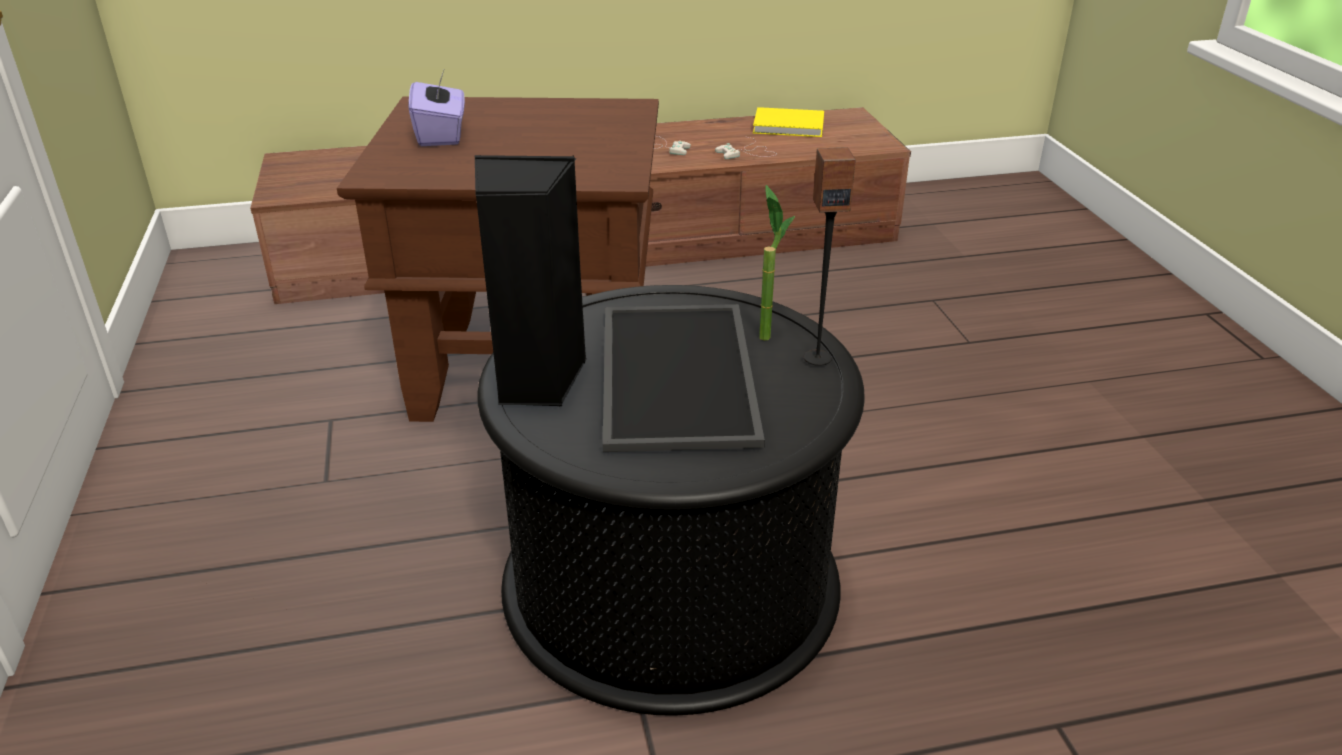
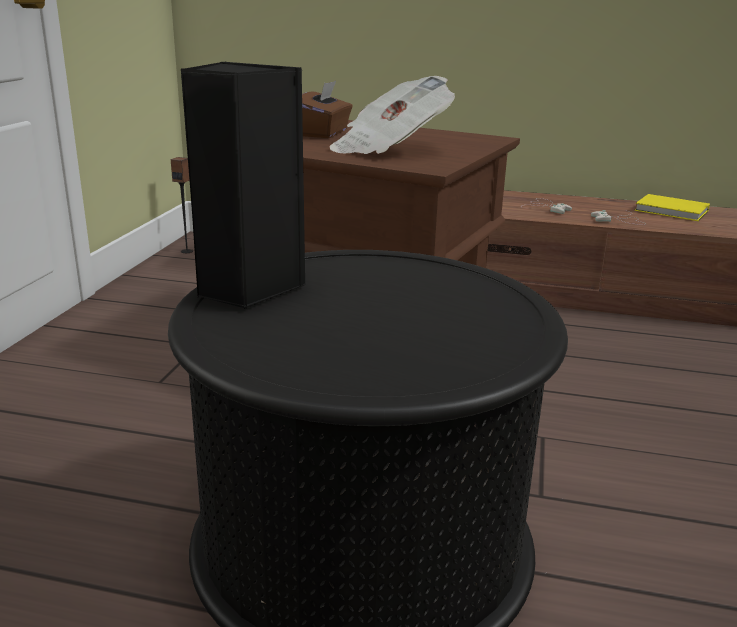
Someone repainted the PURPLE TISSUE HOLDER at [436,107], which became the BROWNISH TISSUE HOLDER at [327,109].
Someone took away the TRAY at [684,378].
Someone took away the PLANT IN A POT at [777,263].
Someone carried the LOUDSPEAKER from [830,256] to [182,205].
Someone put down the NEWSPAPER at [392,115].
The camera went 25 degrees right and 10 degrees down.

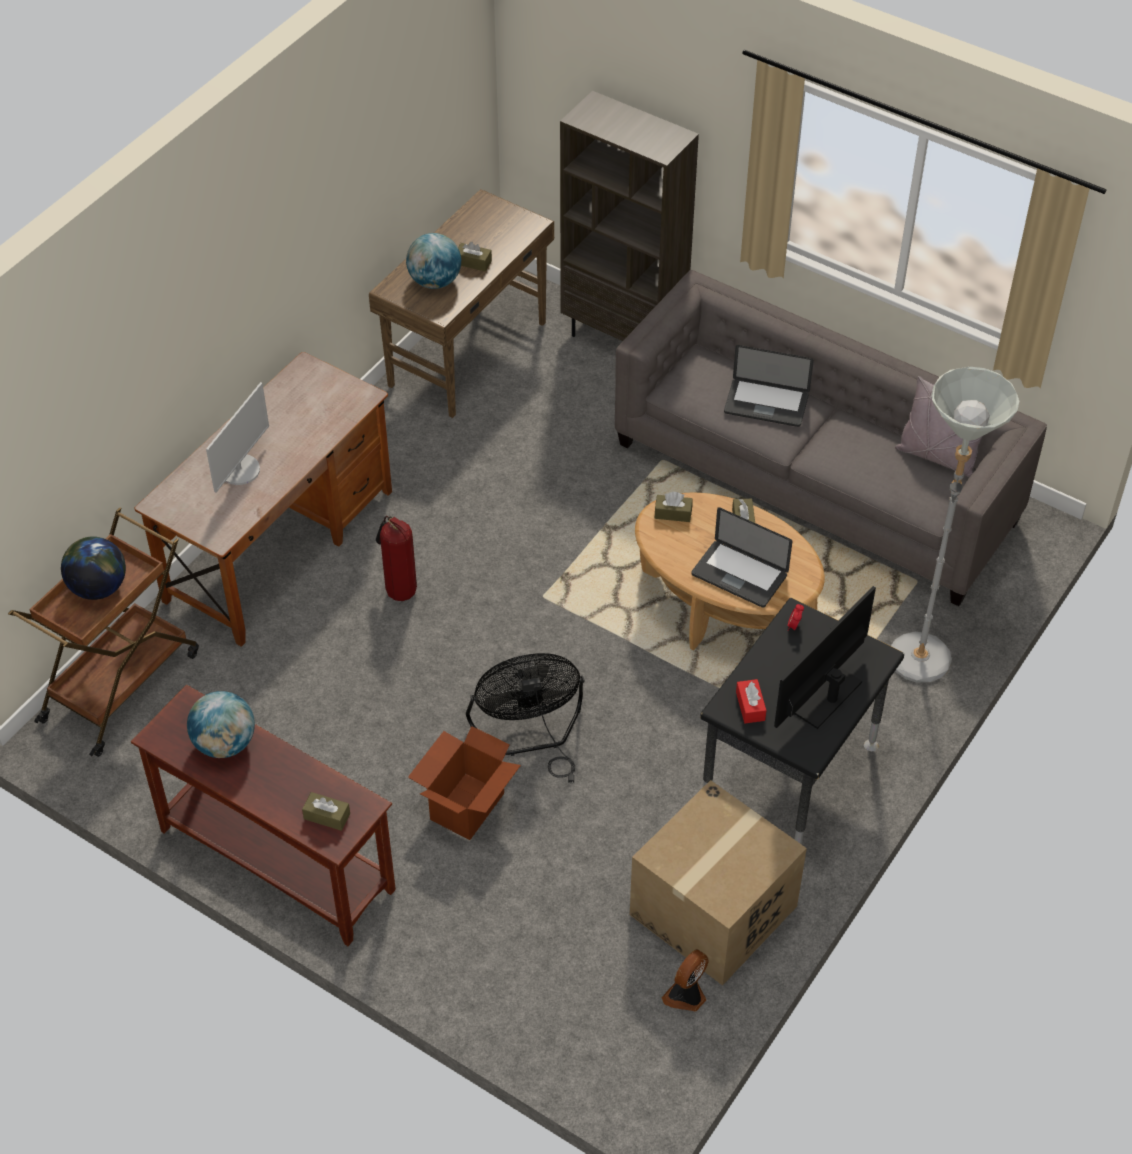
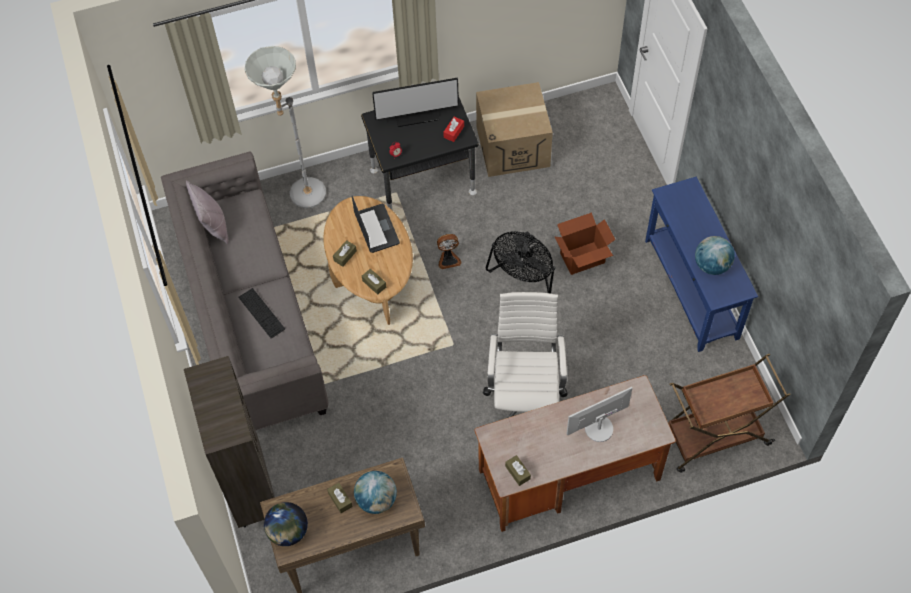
Someone carried the GLOBE from [93,568] to [286,524].
Someone repainted the BROWNISH CONSOLE TABLE at [263,815], which became the BLUE CONSOLE TABLE at [701,264].
Someone carried the BROWNISH TISSUE HOLDER from [326,811] to [518,470].
Someone swapped the FIRE EXTINGUISHER at [396,558] for the WHITISH OFFICE CHAIR at [525,355].
Someone carried the FAN from [685,980] to [449,251].
Someone swapped the PORTABLE COMPUTER at [769,386] for the COMPUTER KEYBOARD at [261,313].
The camera went 140 degrees left and 10 degrees up.

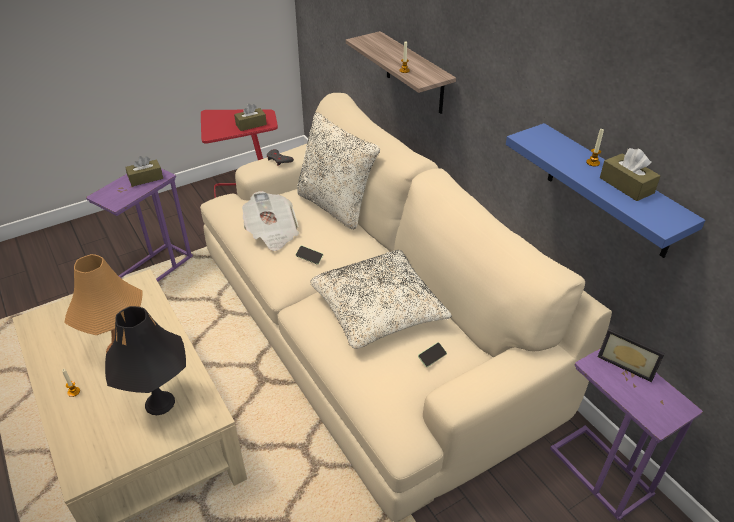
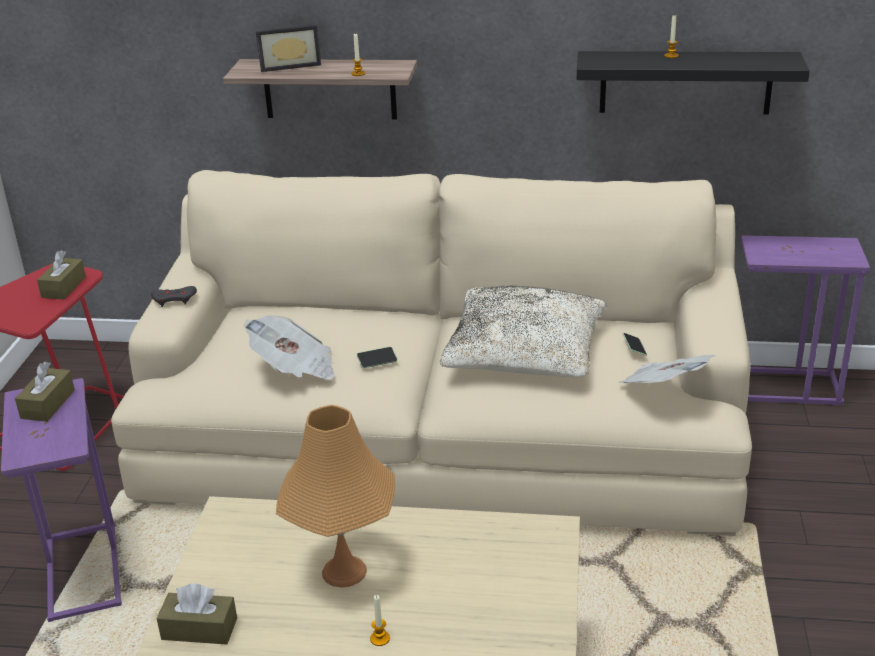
Someone took away the BLACK-COLOURED TABLETOP LAMP at [145,360].
Someone took away the SAND-COLOURED PILLOW at [338,171].
Someone repainted the BLUE WALL SHELF at [605,190], which became the BLACK-COLOURED WALL SHELF at [693,83].
Someone carried the PICTURE FRAME from [631,355] to [288,48].
Someone carried the BROWNISH TISSUE HOLDER from [630,174] to [196,614].
Someone put down the NEWSPAPER at [667,369].
The camera went 50 degrees left and 10 degrees down.

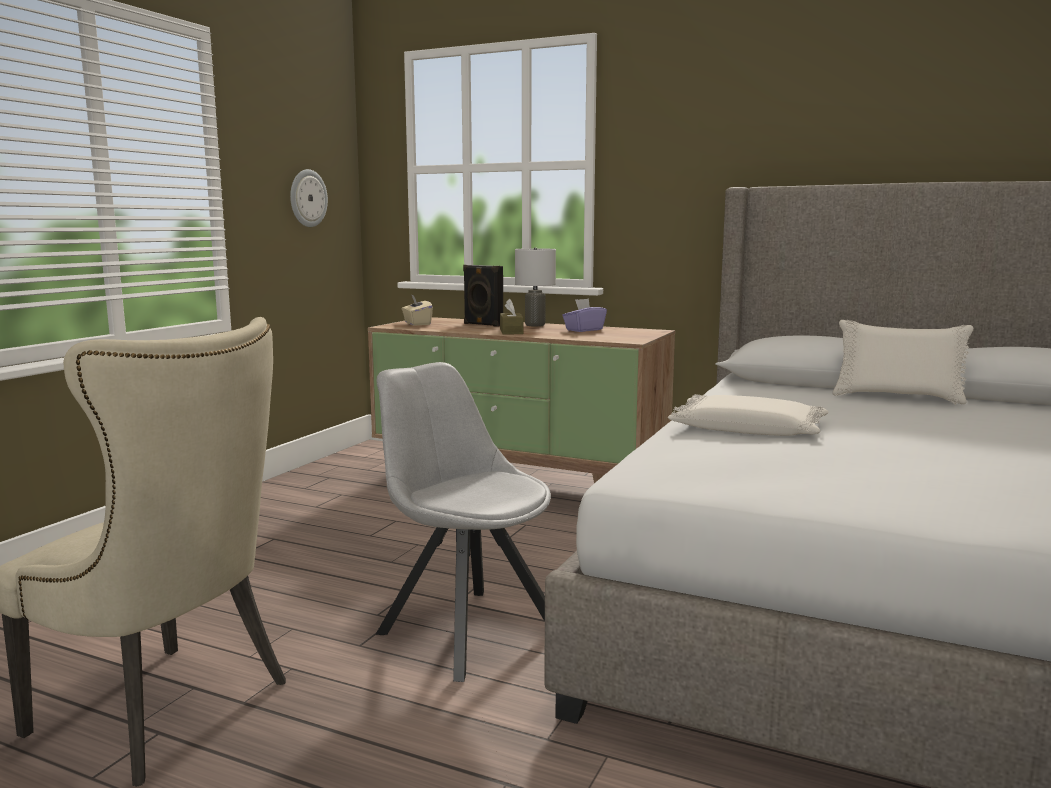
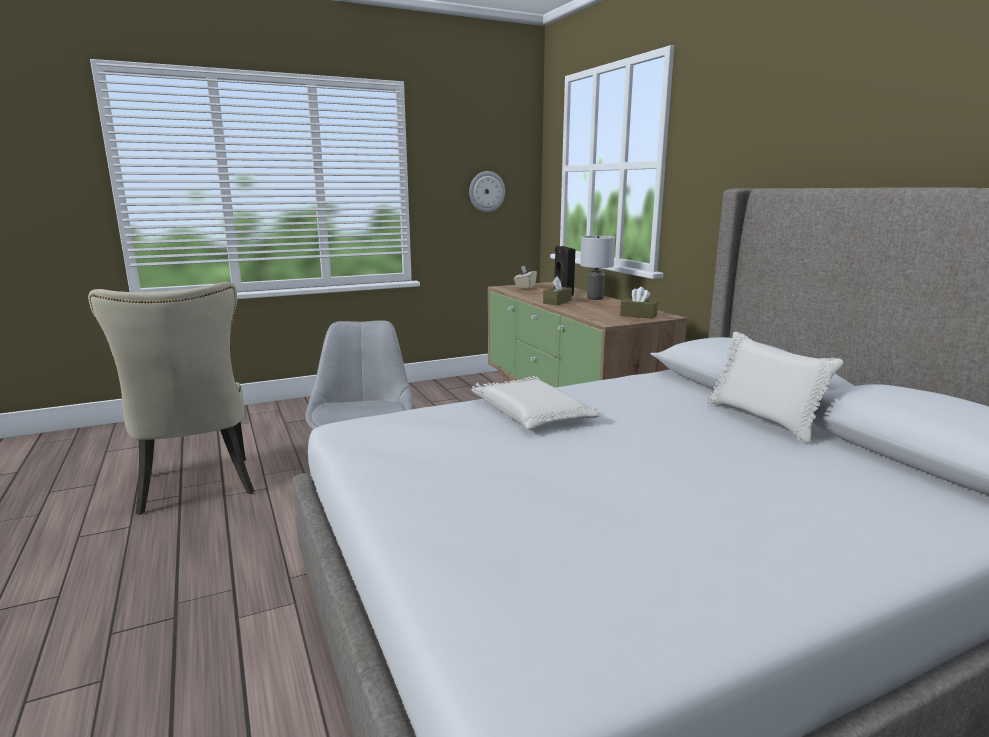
Someone took away the PURPLE TISSUE HOLDER at [584,315].
Someone put down the BROWNISH TISSUE HOLDER at [639,303].
The camera went 40 degrees right and 5 degrees up.

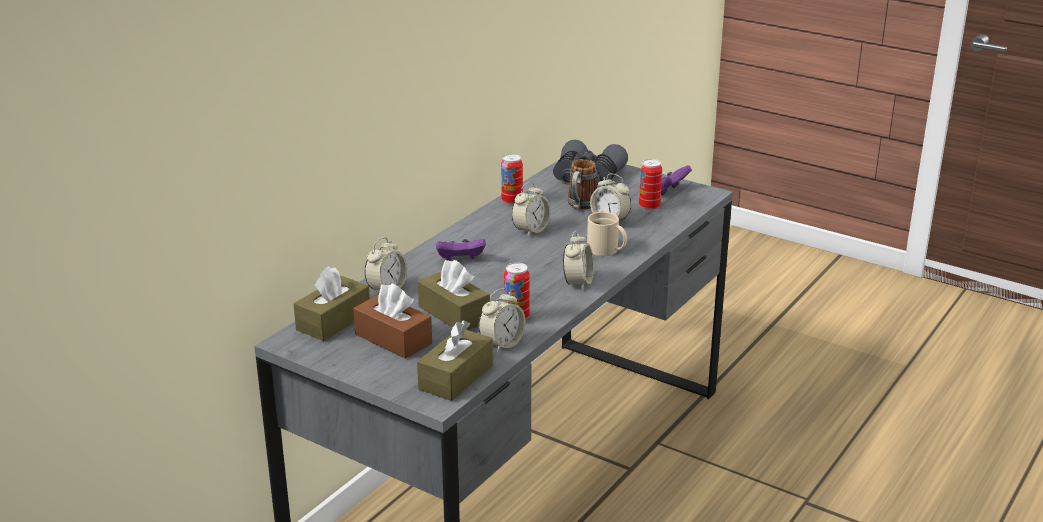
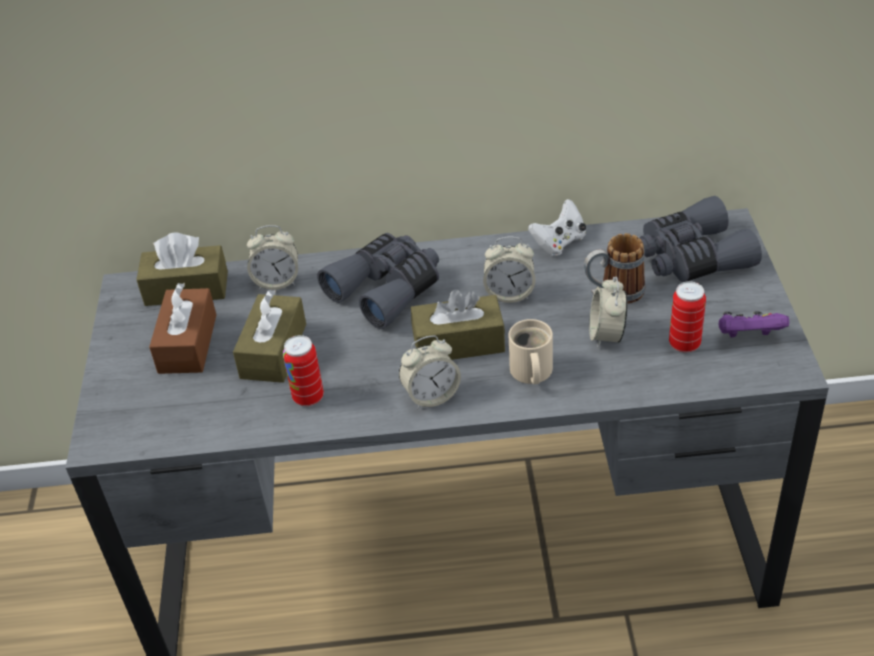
Someone carried the BROWNISH TISSUE HOLDER from [455,360] to [458,324].
Someone swapped the PURPLE GAME CONTROLLER at [461,249] for the GREY BINOCULARS at [378,281].
Someone took away the TABLE CLOCK at [502,320].
Someone swapped the METAL CAN at [512,179] for the WHITISH GAME CONTROLLER at [557,227].
The camera went 55 degrees right and 15 degrees up.

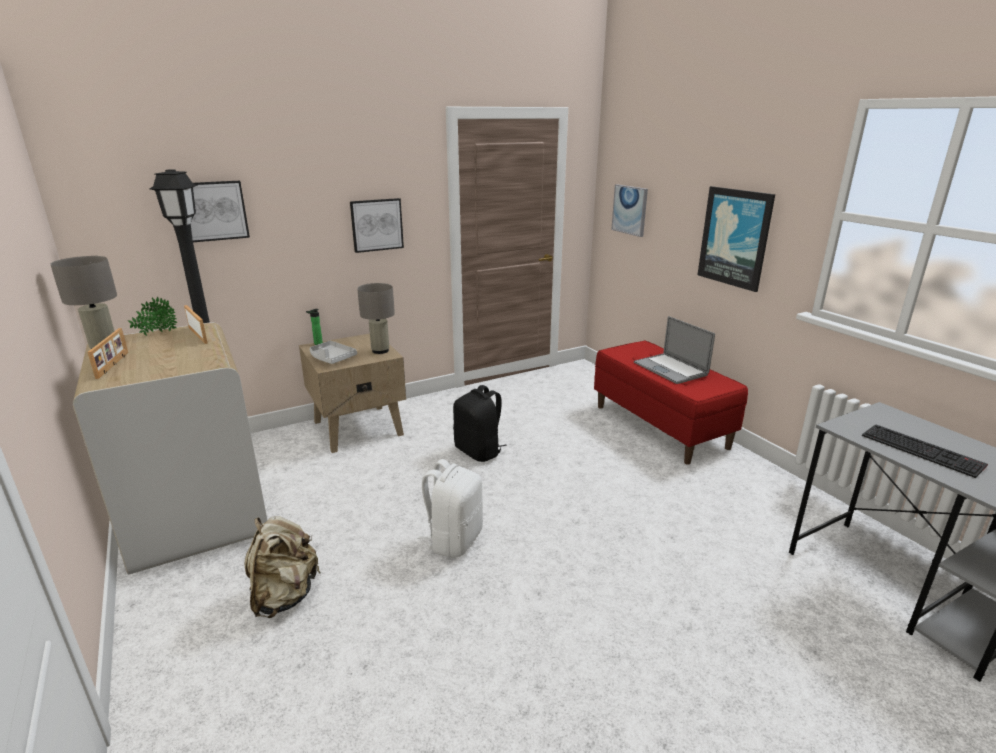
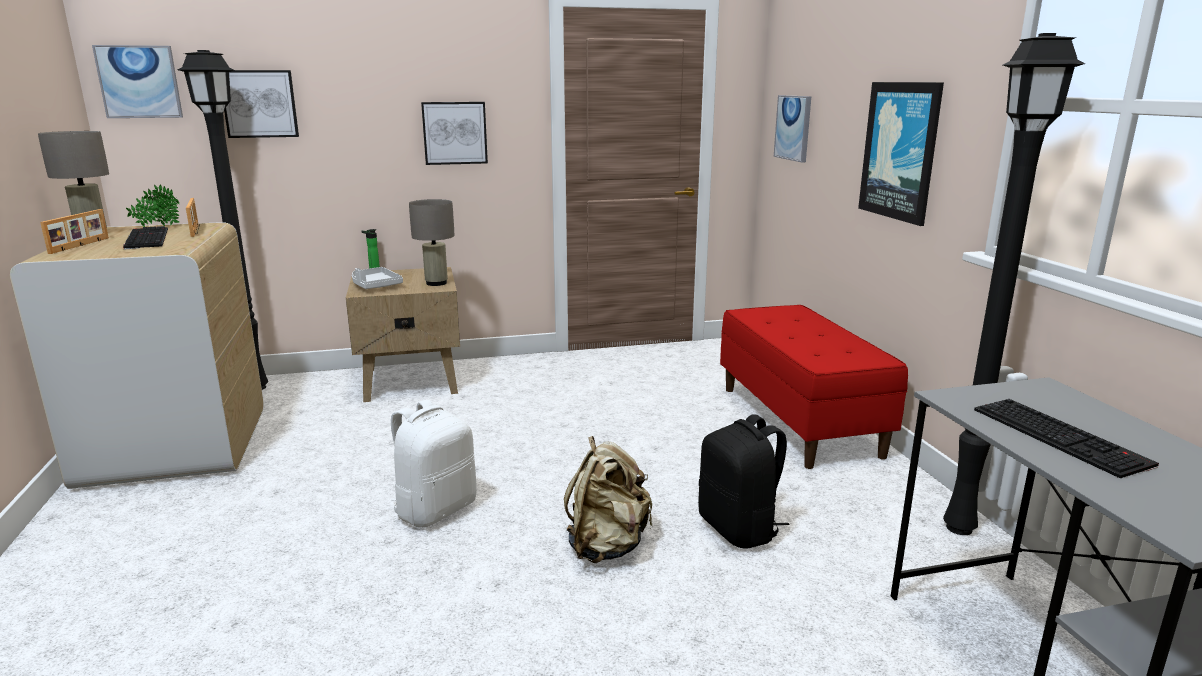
Someone carried the SAND-COLOURED KNAPSACK from [282,567] to [608,499].
Someone carried the BLACK-COLOURED KNAPSACK from [480,423] to [744,481].
Someone took away the PORTABLE COMPUTER at [674,350].
Someone put up the WALL PICTURE at [137,81].
Someone put down the COMPUTER KEYBOARD at [145,238].
Someone put down the BLACK-COLOURED FLOOR LAMP at [1014,284].
The camera went 15 degrees right and 5 degrees down.

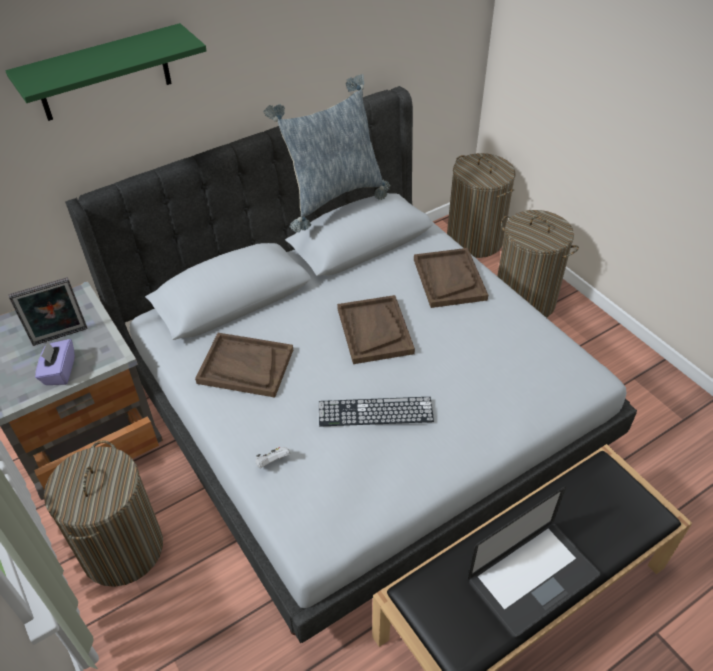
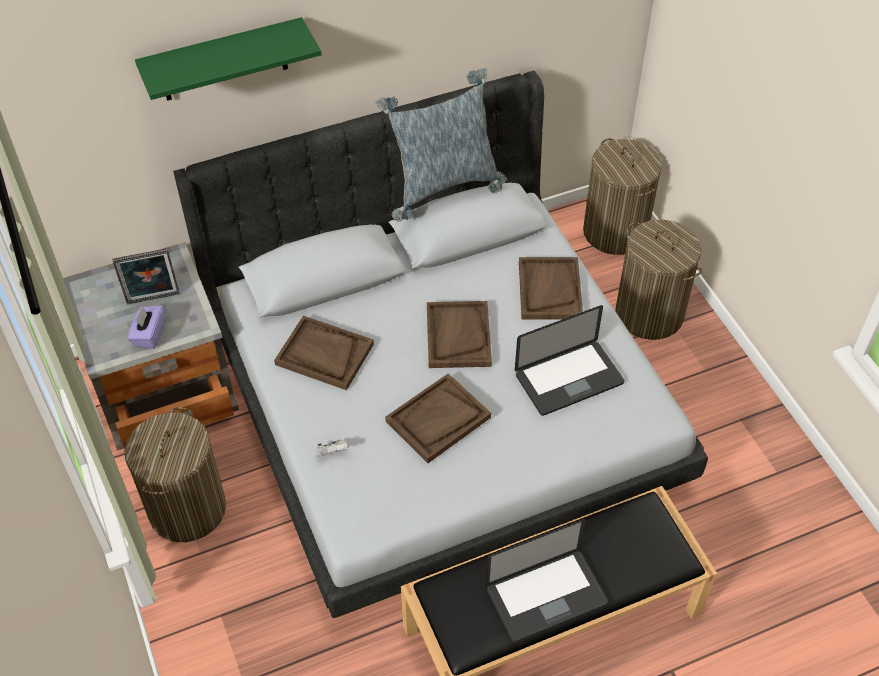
Someone swapped the COMPUTER KEYBOARD at [376,411] for the BROWNISH TRAY at [438,418].
Someone put down the PORTABLE COMPUTER at [570,360].
The camera went 10 degrees right and 5 degrees up.

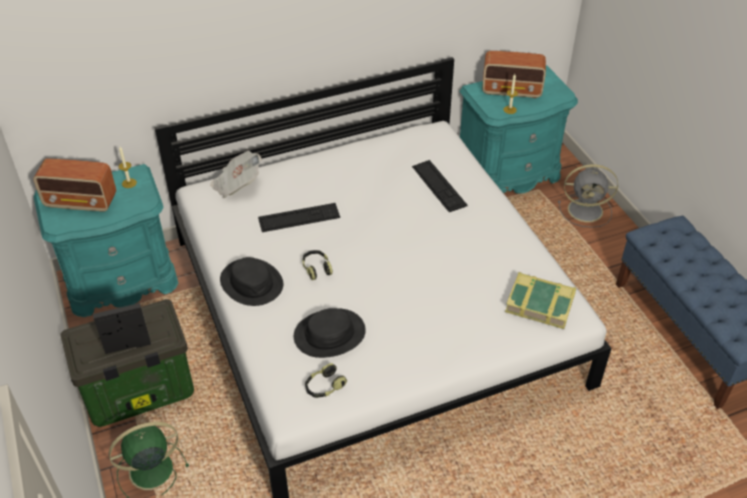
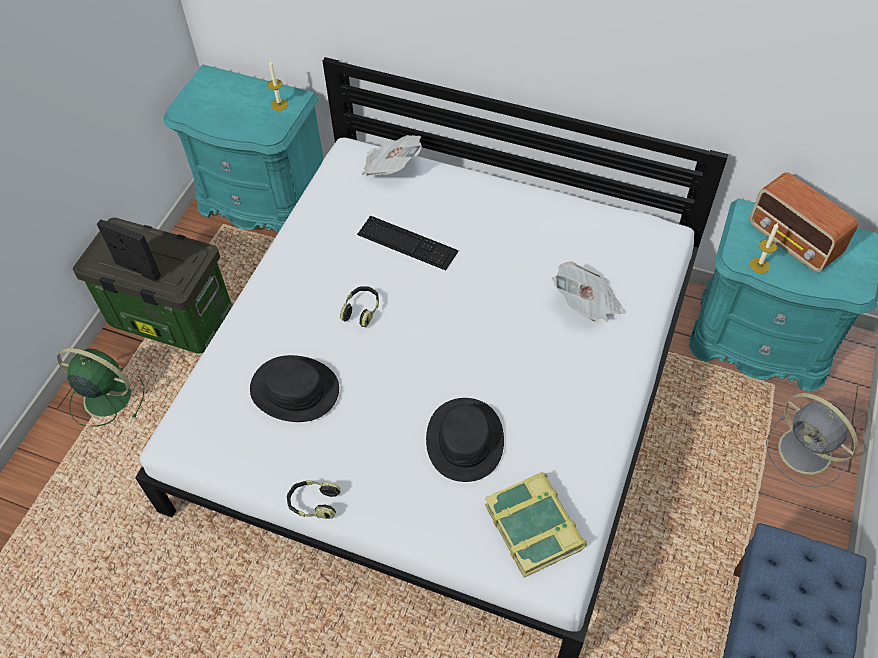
Someone took away the RADIO at [74,185].
Someone carried the BLACK-COLOURED WEARABLE HAT from [251,281] to [465,440].
Someone carried the PAIR OF HEADPHONES from [326,380] to [314,499].
Someone swapped the COMPUTER KEYBOARD at [439,186] for the NEWSPAPER at [588,291].
The camera went 45 degrees right and 10 degrees up.

